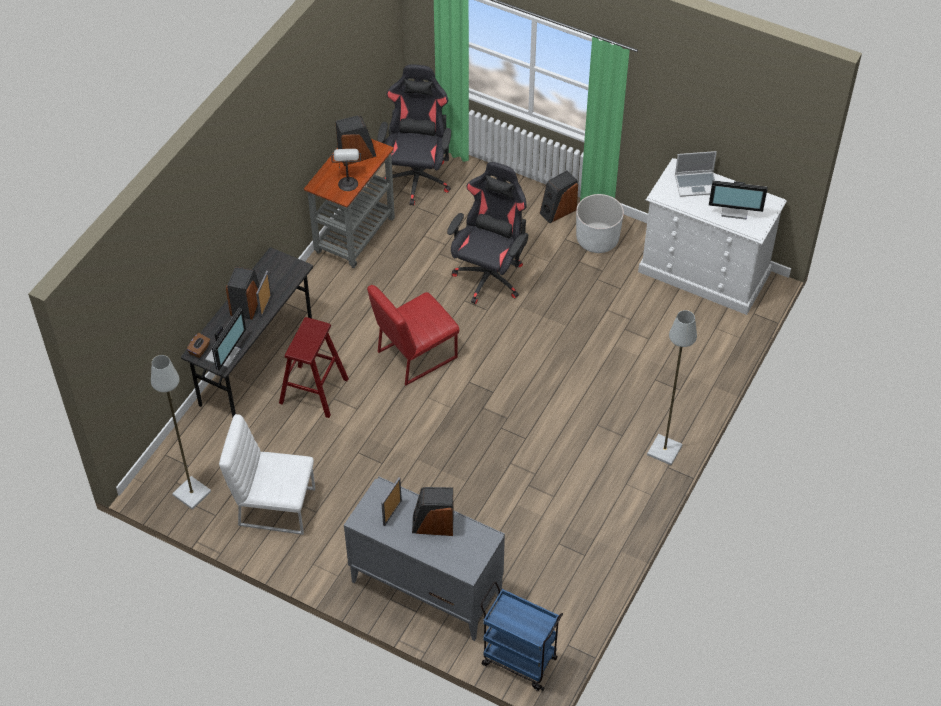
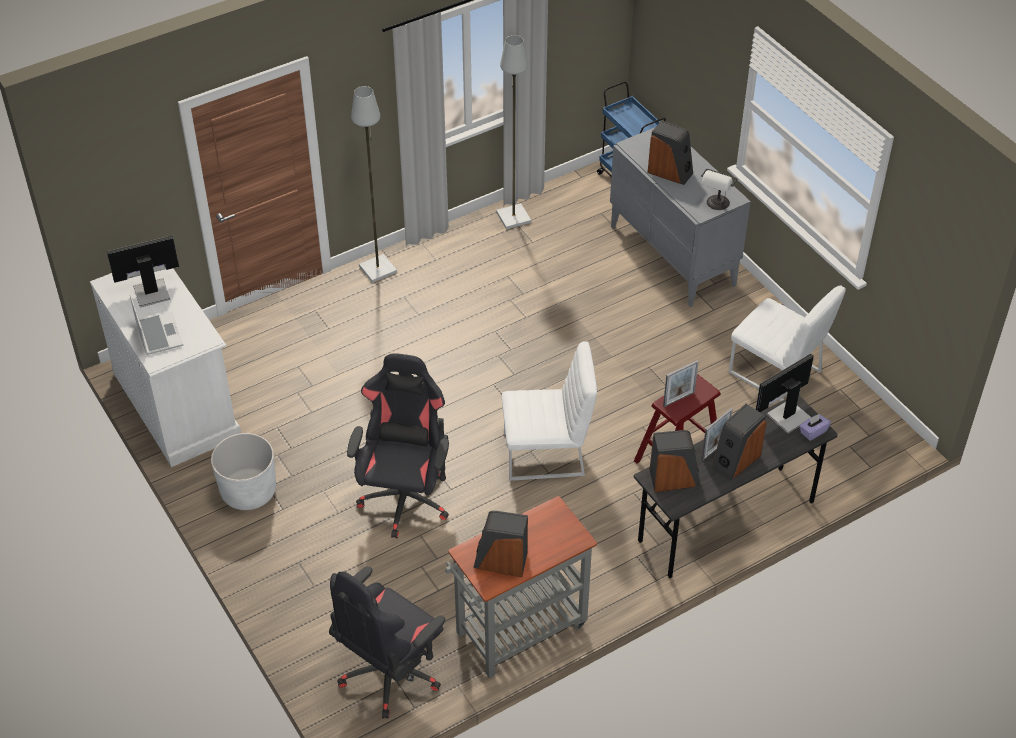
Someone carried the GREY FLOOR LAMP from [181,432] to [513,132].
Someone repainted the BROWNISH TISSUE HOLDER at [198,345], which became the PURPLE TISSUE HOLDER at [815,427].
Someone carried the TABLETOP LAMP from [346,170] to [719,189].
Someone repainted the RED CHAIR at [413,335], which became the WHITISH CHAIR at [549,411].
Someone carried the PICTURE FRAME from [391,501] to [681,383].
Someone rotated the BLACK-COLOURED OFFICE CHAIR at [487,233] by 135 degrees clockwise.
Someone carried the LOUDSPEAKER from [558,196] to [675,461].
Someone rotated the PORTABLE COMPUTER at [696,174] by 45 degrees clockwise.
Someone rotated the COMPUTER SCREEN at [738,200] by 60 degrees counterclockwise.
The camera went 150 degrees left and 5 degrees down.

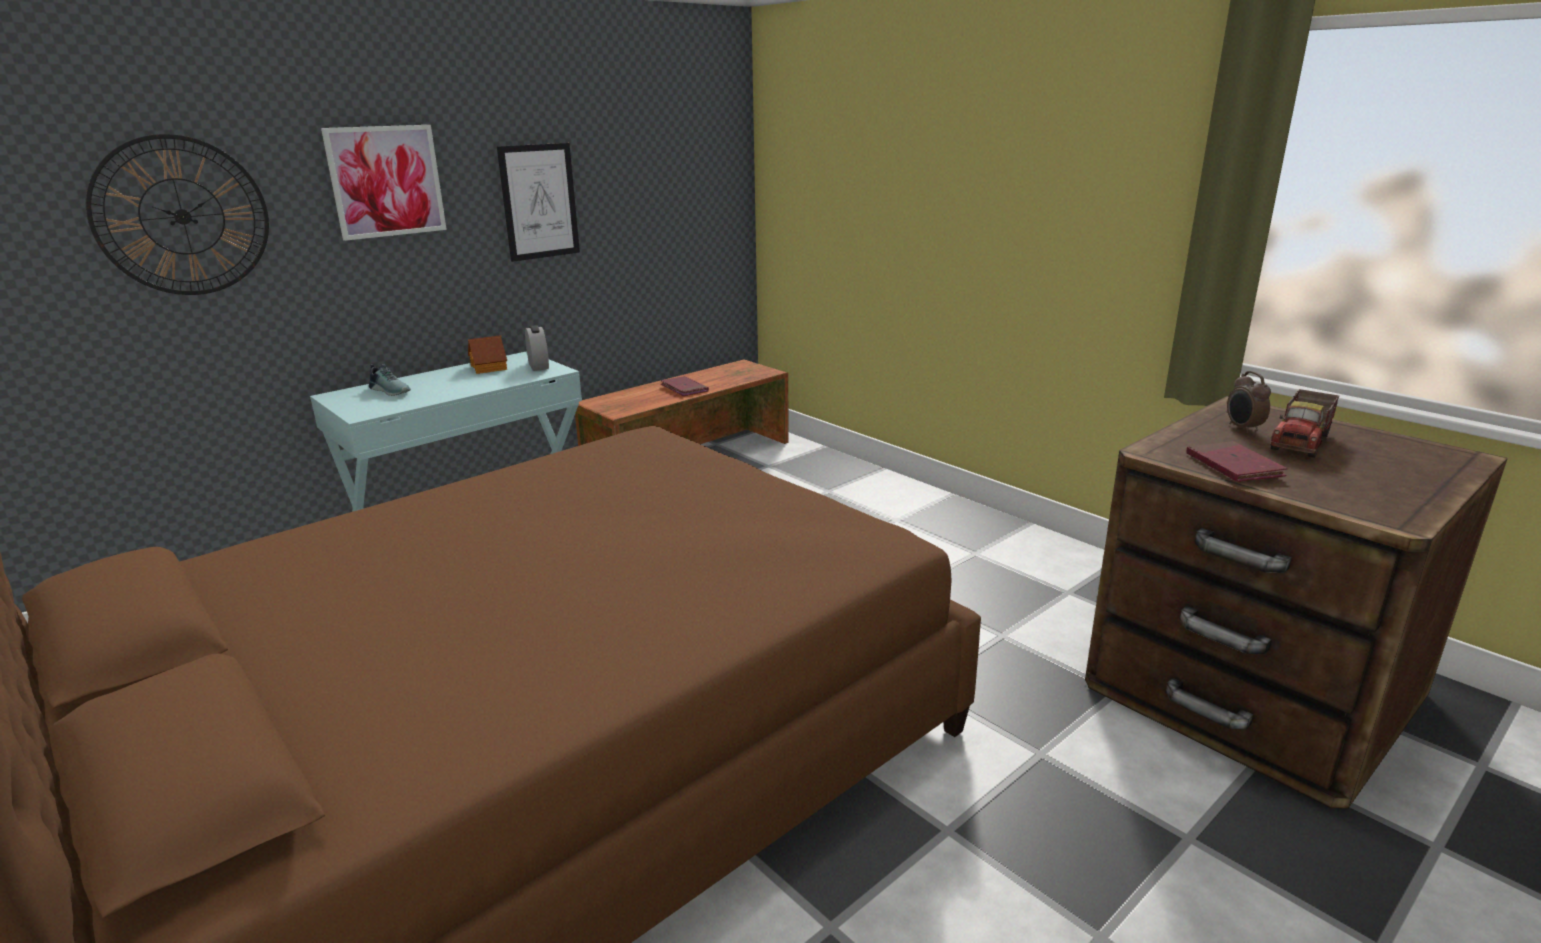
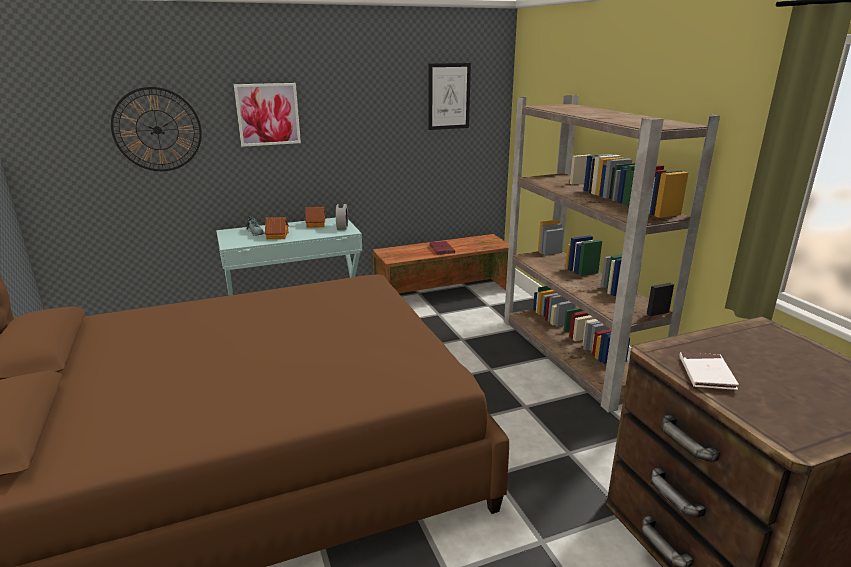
Someone carried the WALL PICTURE from [538,202] to [449,96].
Someone repainted the RED BOUND BOOK at [1237,461], which became the WHITISH BOUND BOOK at [709,371].
Someone took away the TABLE CLOCK at [1249,402].
Someone took away the TOY TRUCK at [1304,423].
Someone put down the TOY HOUSE at [277,228].
Someone put down the BROWNISH SHELVING UNIT at [612,254].
The camera went 20 degrees right and 0 degrees up.

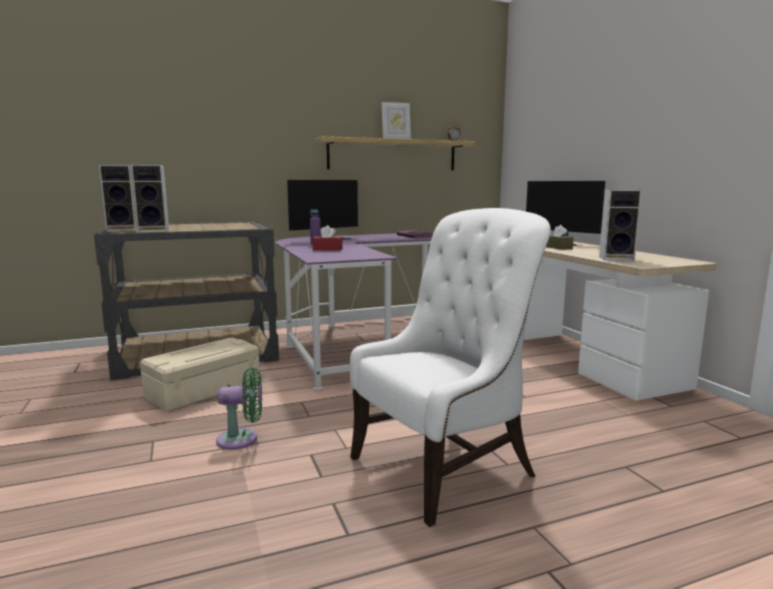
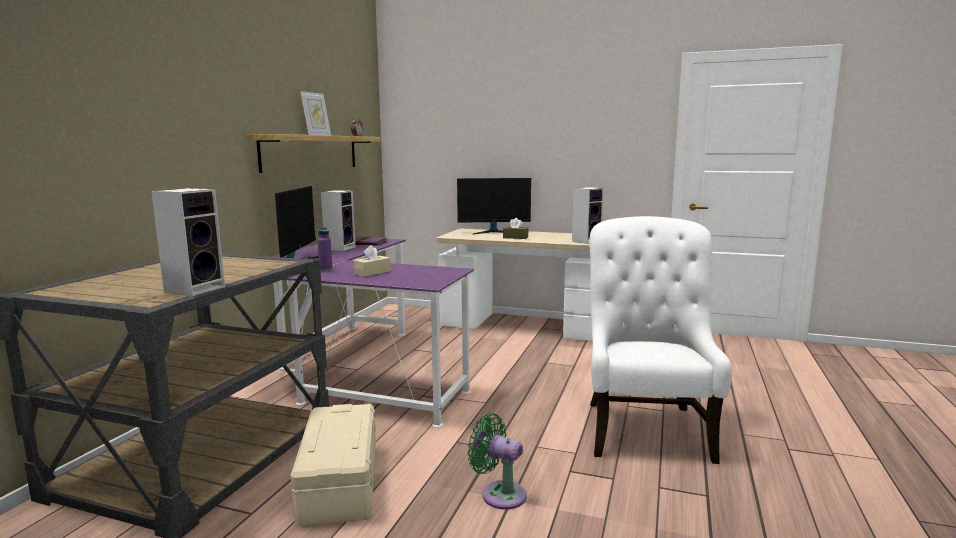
Someone carried the LOUDSPEAKER from [118,198] to [338,220].
Someone rotated the GREEN-COLOURED FAN at [239,409] by 90 degrees counterclockwise.
Someone repainted the RED TISSUE HOLDER at [327,237], which became the SAND-COLOURED TISSUE HOLDER at [372,261].
The camera went 50 degrees left and 0 degrees up.

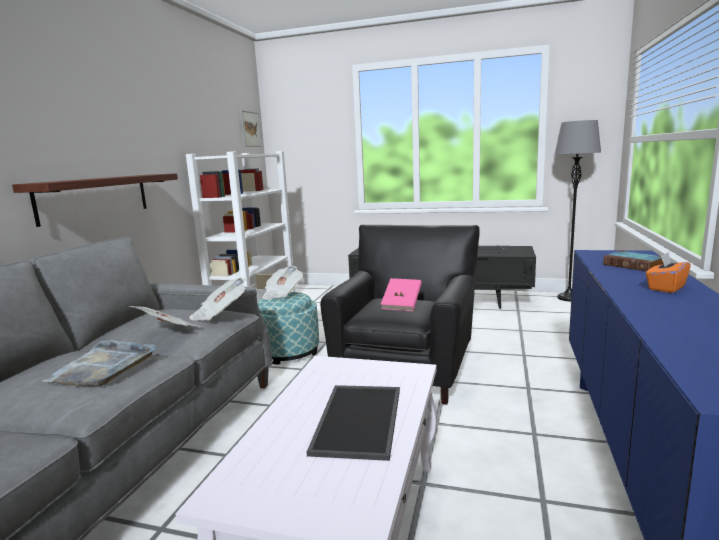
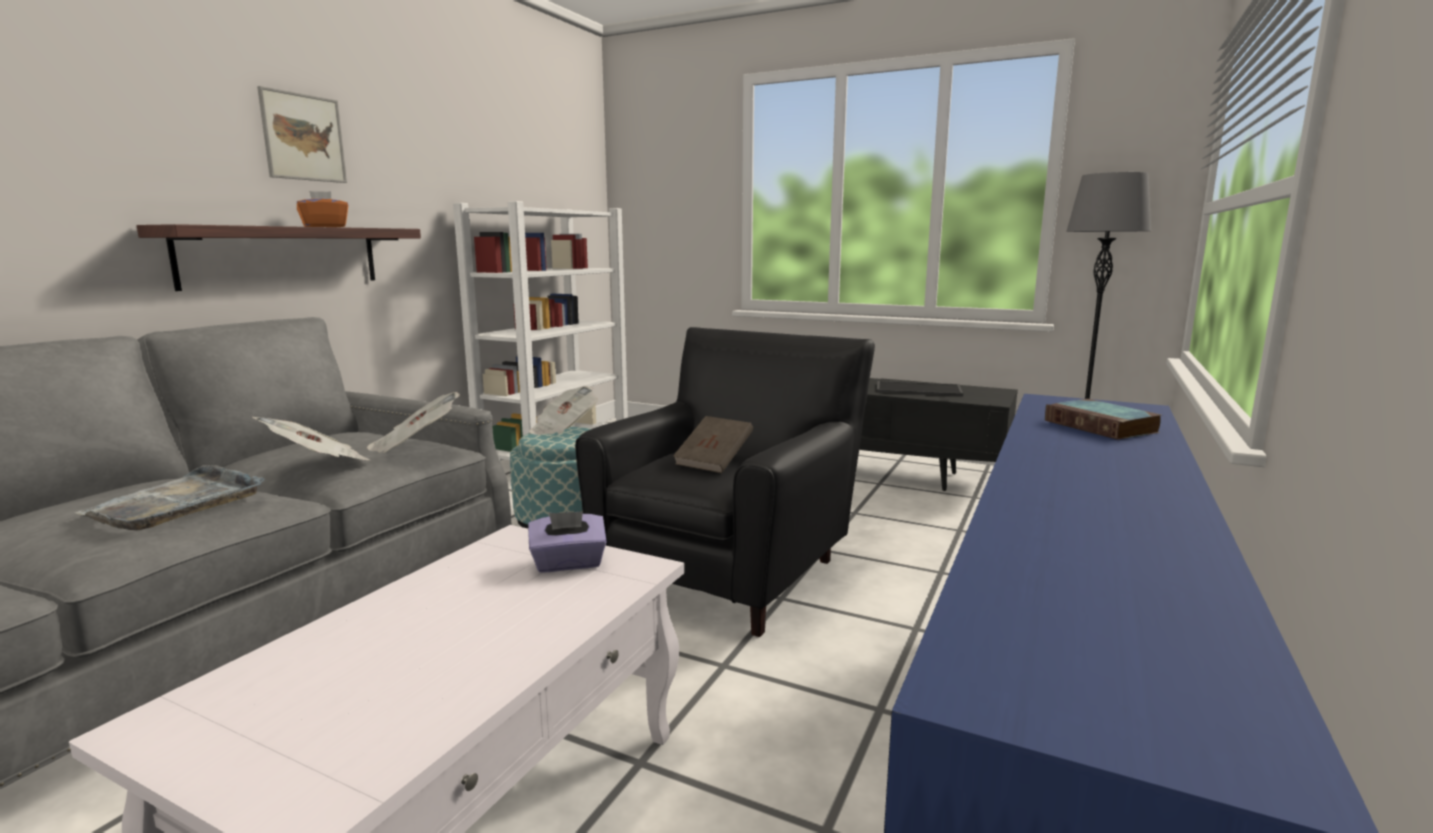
Someone carried the WALL PICTURE from [250,128] to [302,134].
Someone took away the TRAY at [353,423].
Someone repainted the PINK BOUND BOOK at [401,294], which became the BROWNISH BOUND BOOK at [713,444].
Someone carried the ORANGEY TISSUE HOLDER from [668,272] to [322,209].
Someone put down the PURPLE TISSUE HOLDER at [567,542].
The camera went 10 degrees right and 0 degrees up.

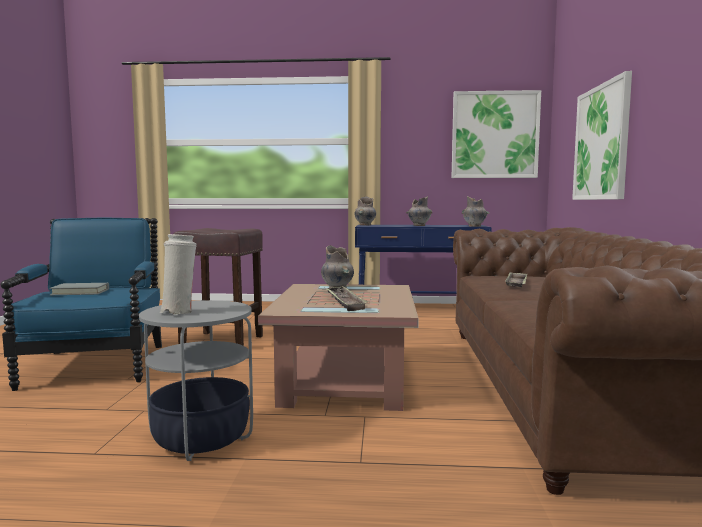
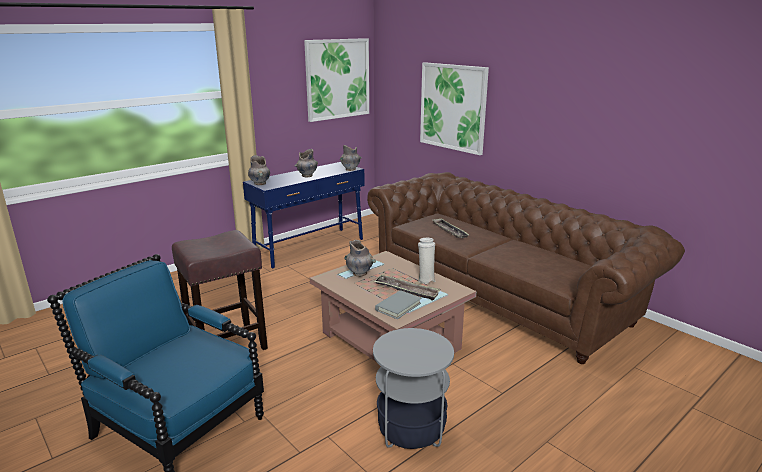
Someone carried the GREY BOUND BOOK from [79,289] to [398,304].
Someone carried the WHITISH FLOWER VASE from [177,274] to [426,261].
The camera went 45 degrees left and 15 degrees up.

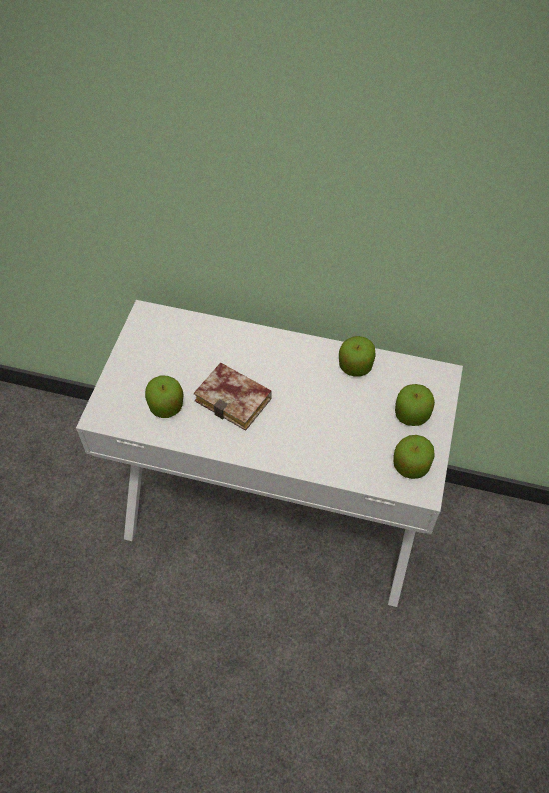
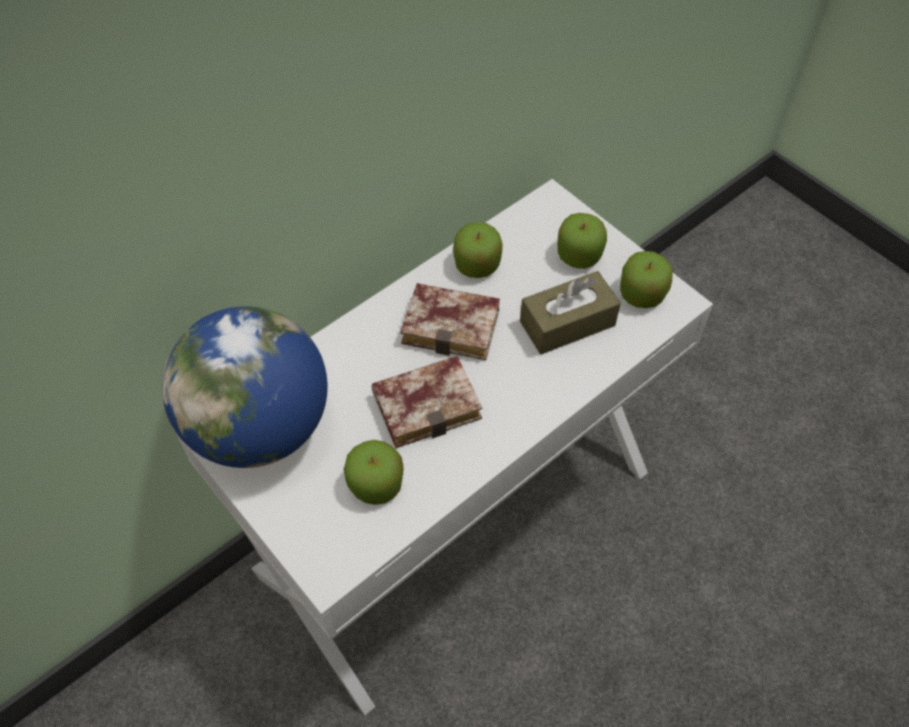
Someone put down the GLOBE at [245,387].
Someone put down the BOUND BOOK at [450,321].
Someone put down the BROWNISH TISSUE HOLDER at [570,312].
The camera went 55 degrees left and 0 degrees up.

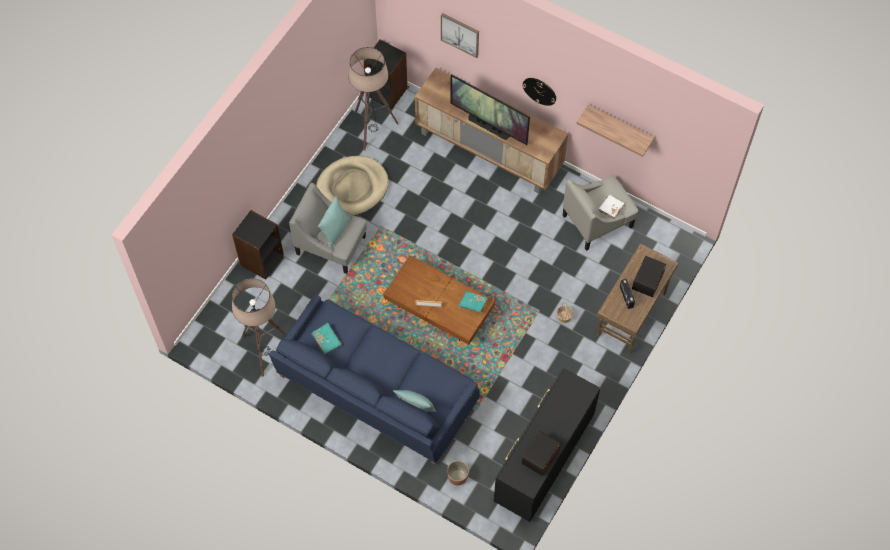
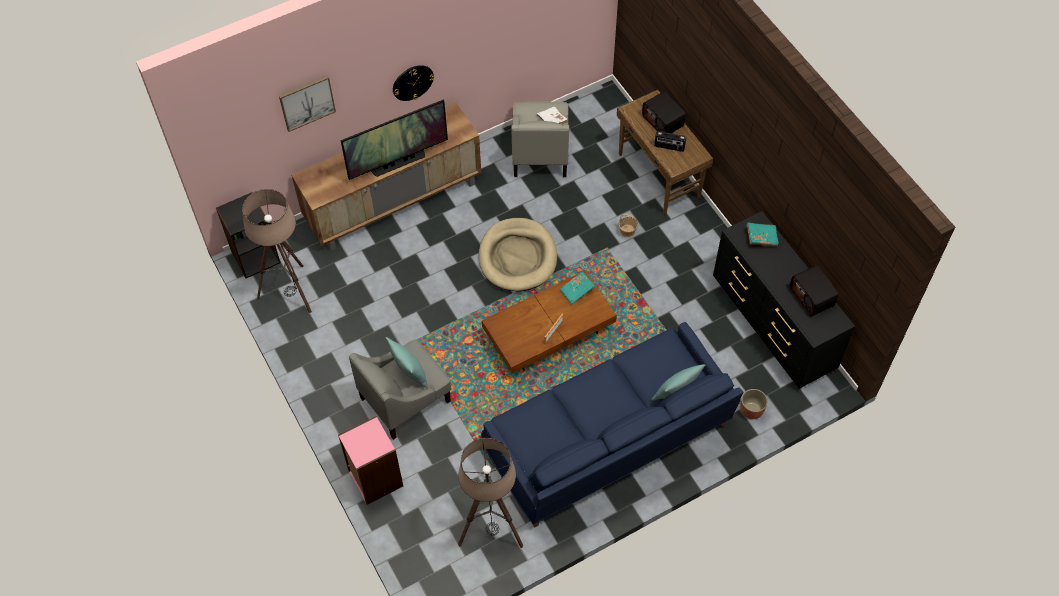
Someone repainted the BLACK-COLOURED SHELVING UNIT at [258,245], which became the PINK SHELVING UNIT at [370,460].
Someone carried the TURQUOISE-COLOURED BOUND BOOK from [327,338] to [763,234].
Someone carried the SAND-COLOURED DOG BED from [352,185] to [518,255].
Someone took away the WALL SHELF at [615,130].
The camera went 60 degrees left and 5 degrees down.

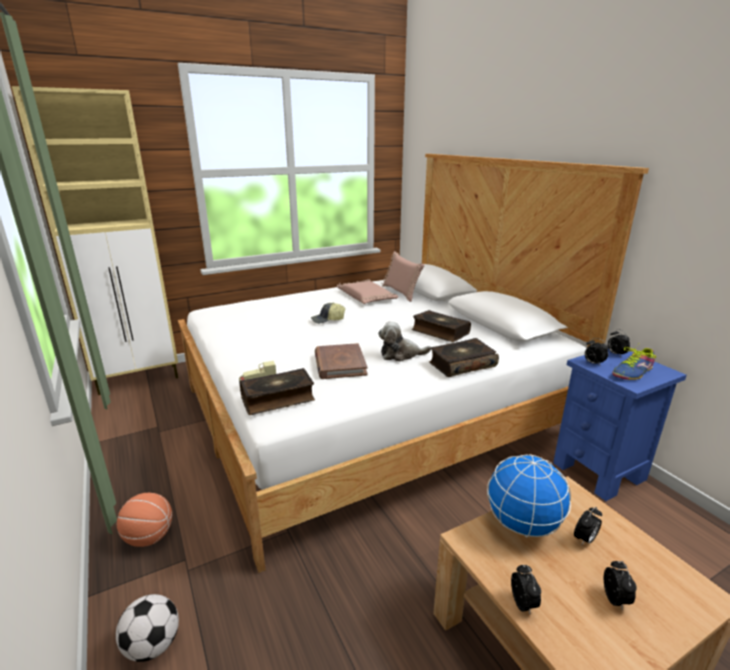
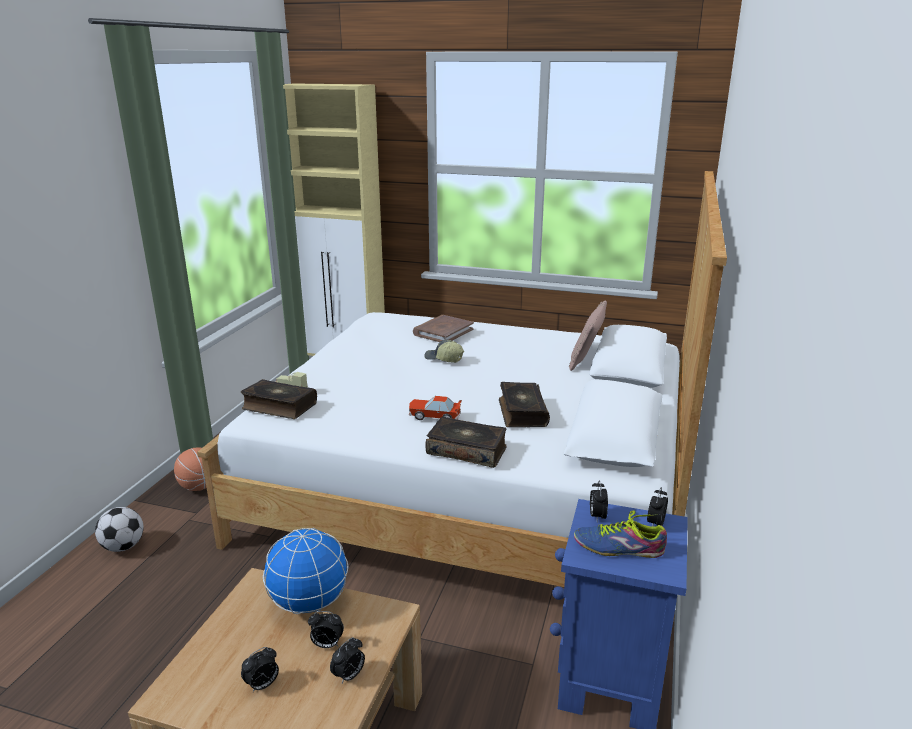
Someone carried the BROWNISH BOUND BOOK from [341,361] to [443,328].
Someone took away the SAND-COLOURED PILLOW at [367,291].
Someone swapped the SOFT TOY at [404,341] for the MODEL CAR at [435,408].
Someone carried the TABLE CLOCK from [526,589] to [347,660].
The camera went 45 degrees right and 0 degrees up.

